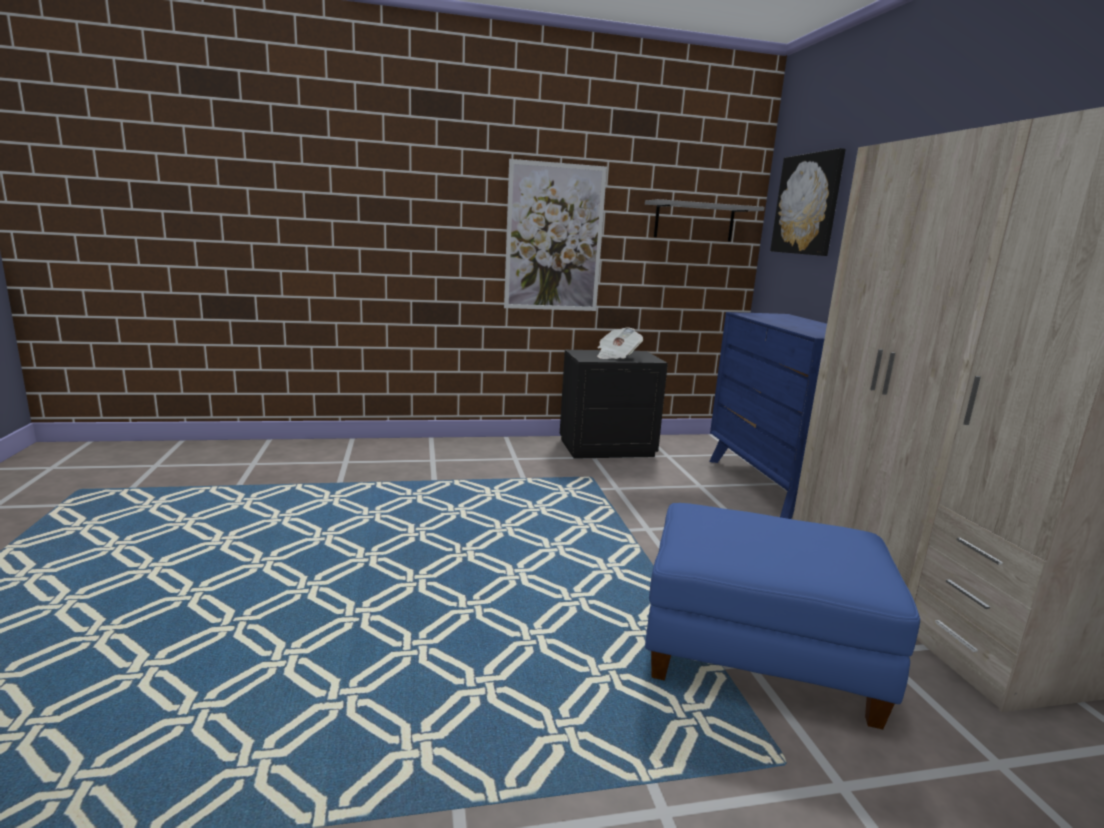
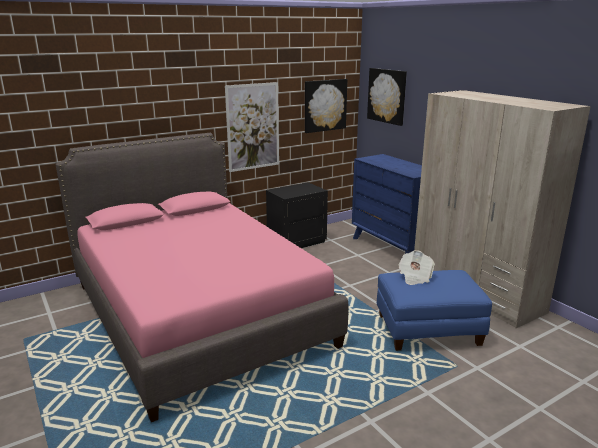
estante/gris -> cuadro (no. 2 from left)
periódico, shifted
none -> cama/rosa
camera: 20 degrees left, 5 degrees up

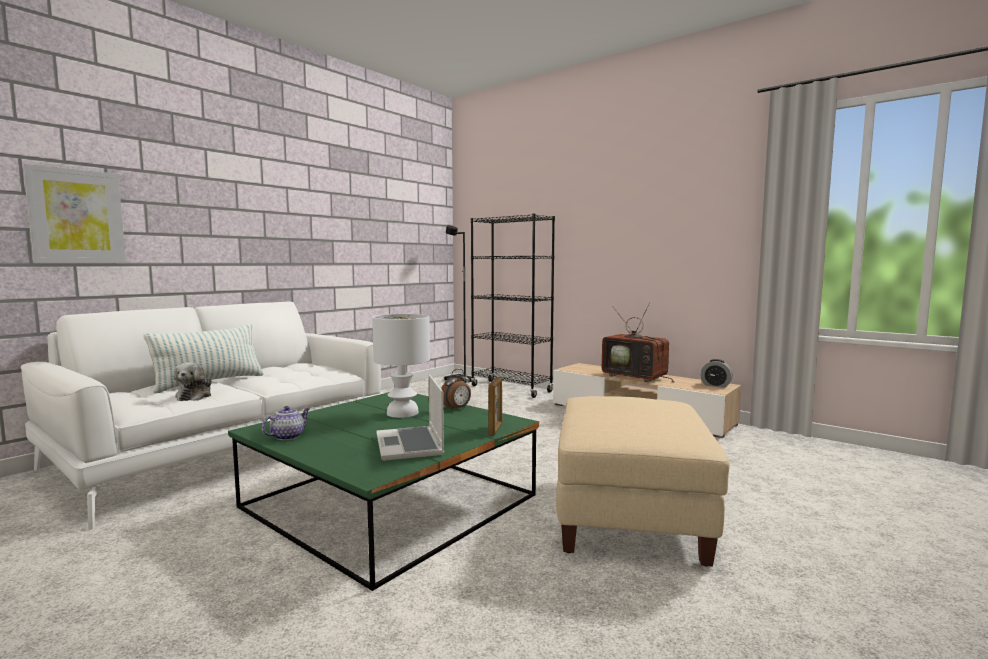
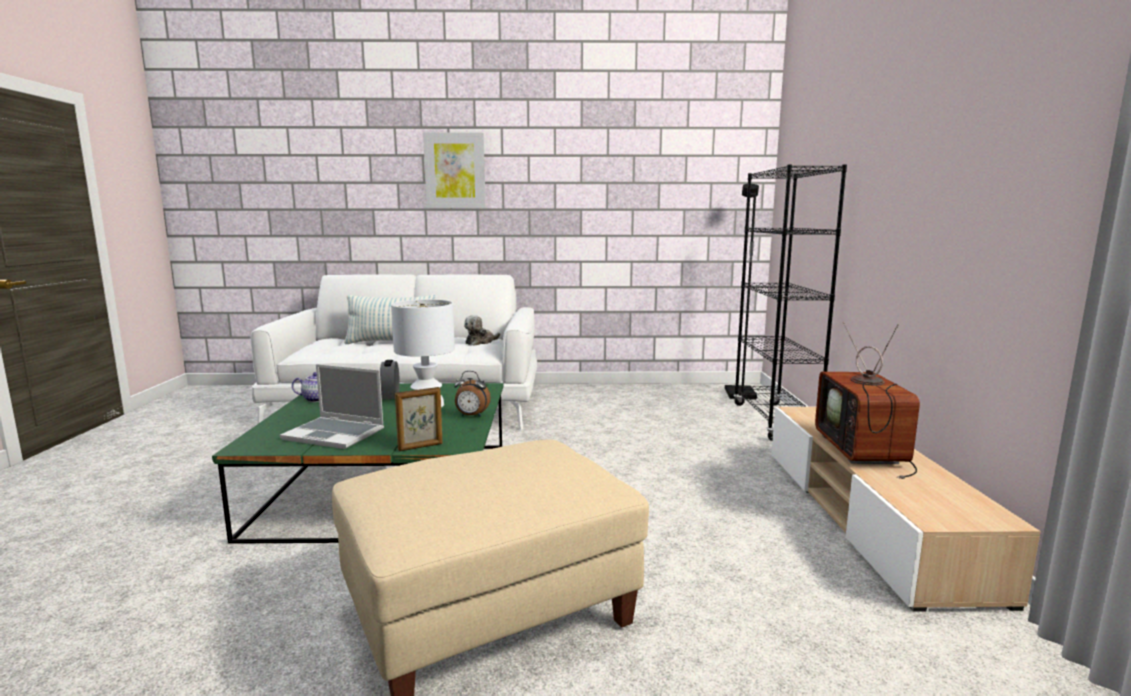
cuadro, shifted
despertador (no. 2 from left in the first image) -> despertador (no. 1 from left), shifted
peluche, shifted
portátil, 105 degrees counterclockwise
camera: 50 degrees right, 5 degrees up

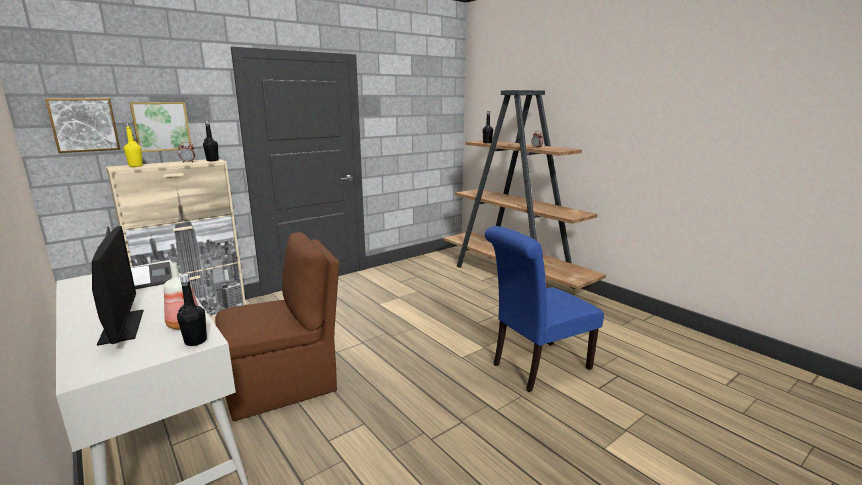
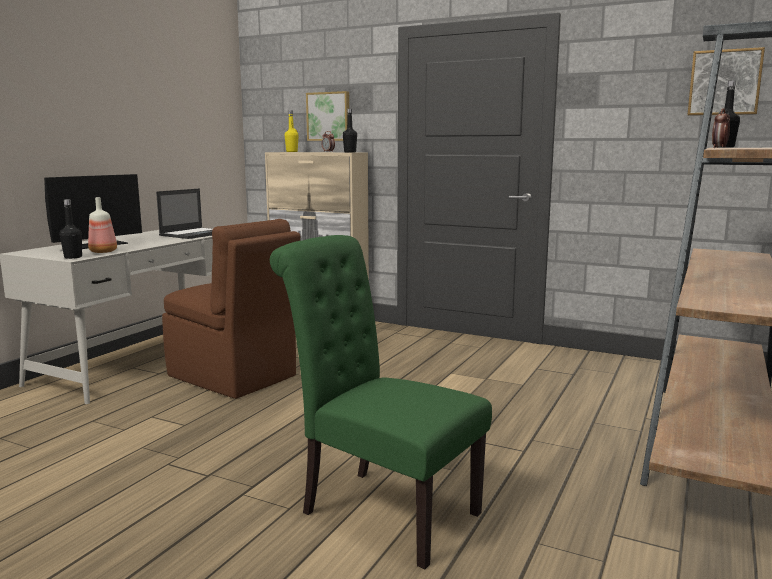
cuadro (no. 1 from left in the first image) -> cuadro (no. 2 from left), shifted
silla/azul -> silla/verde
camera: 65 degrees right, 5 degrees down

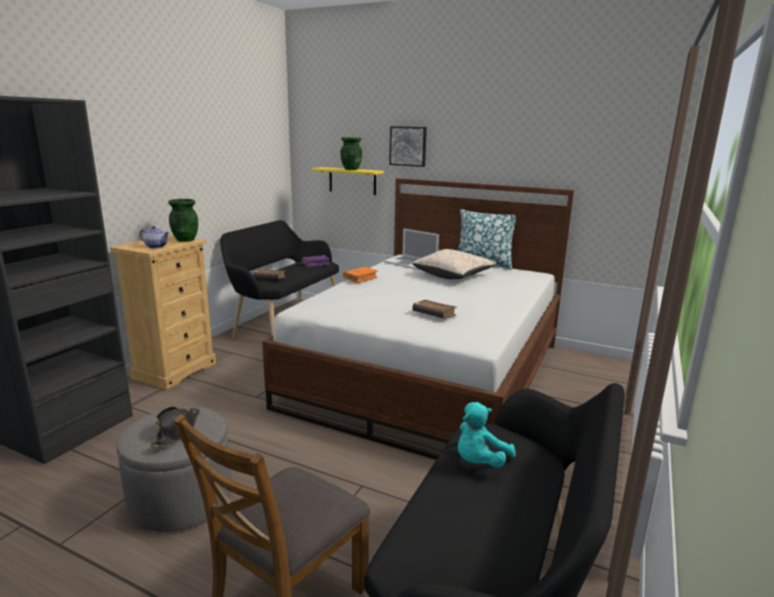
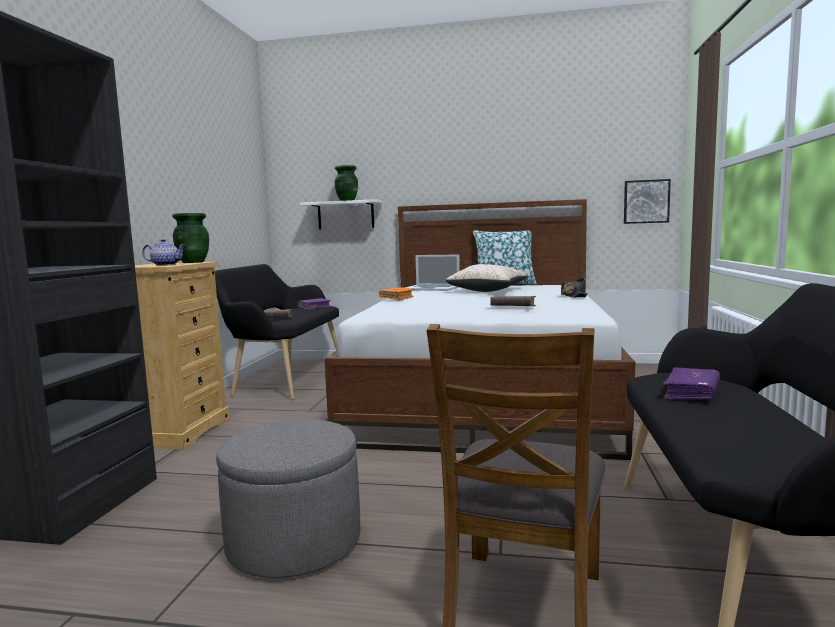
cuadro, shifted
estante/amarillo -> estante/blanco
peluche/turquesa -> libro/morado (no. 2 from left)
sombrero/negro, shifted
camera: 15 degrees left, 10 degrees down

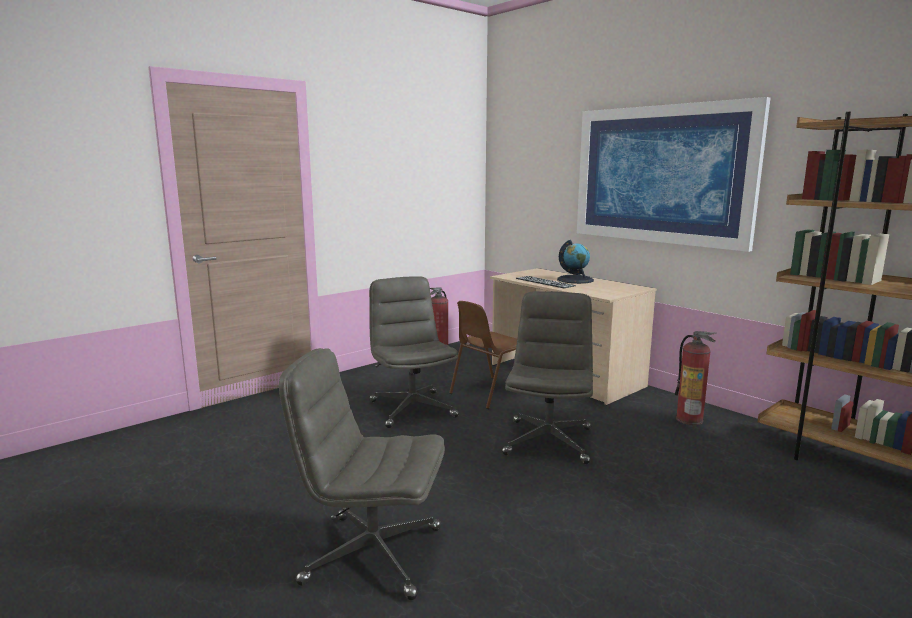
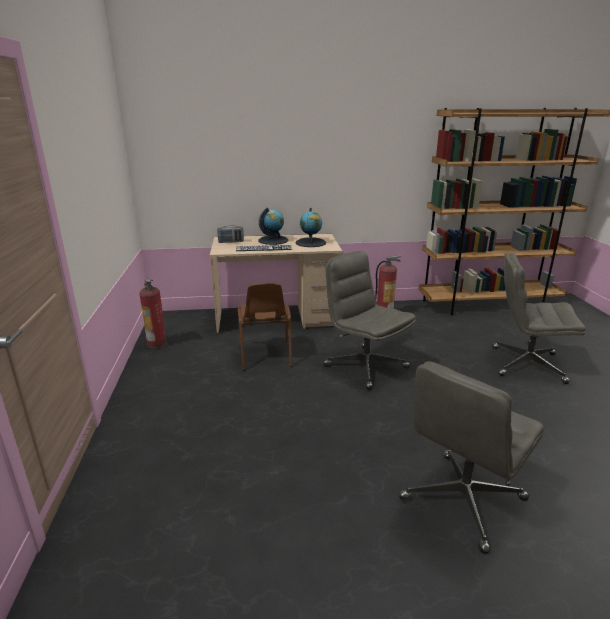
cuadro -> none
silla de oficina/gris (no. 2 from left in the first image) -> silla de oficina/gris (no. 3 from left), shifted
none -> globo terráqueo (no. 2 from left)
none -> radio
camera: 55 degrees left, 10 degrees up

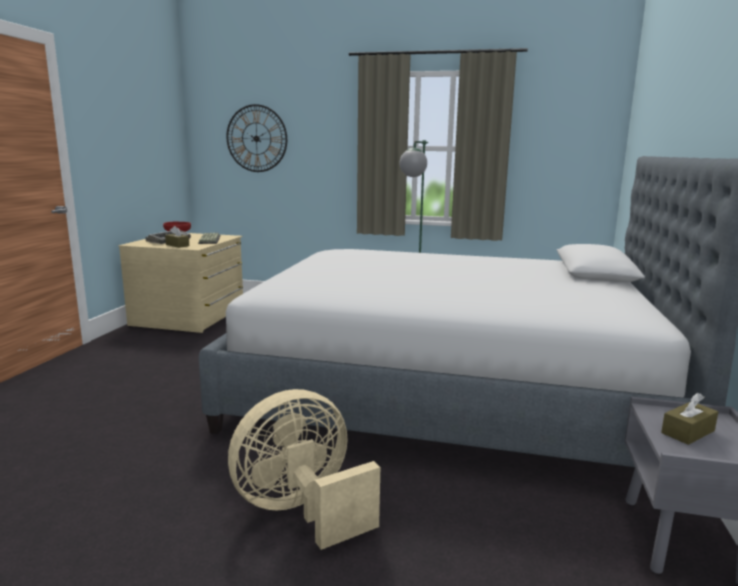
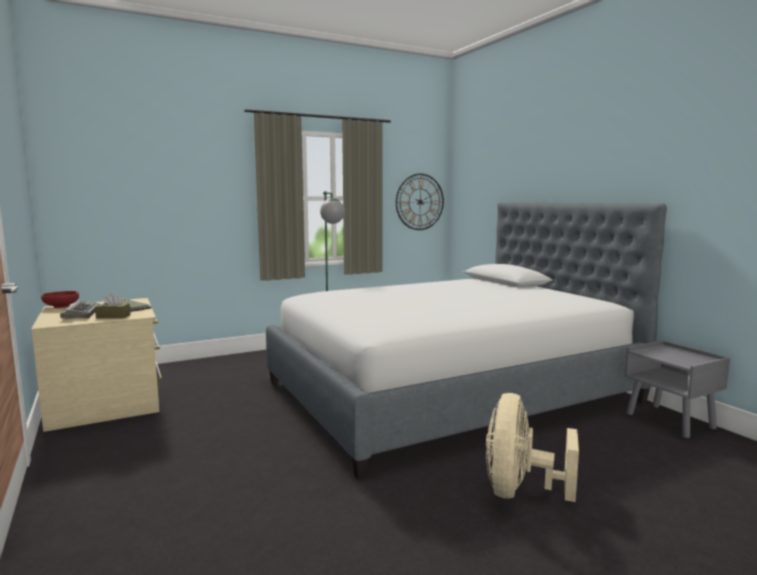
reloj de pared, shifted
caja de pañuelos/marrón (no. 2 from left) -> none
camera: 40 degrees left, 5 degrees down

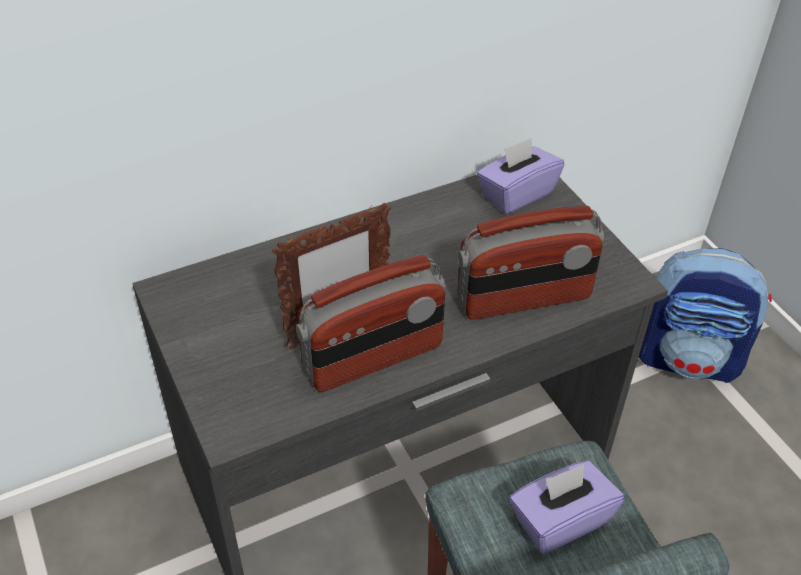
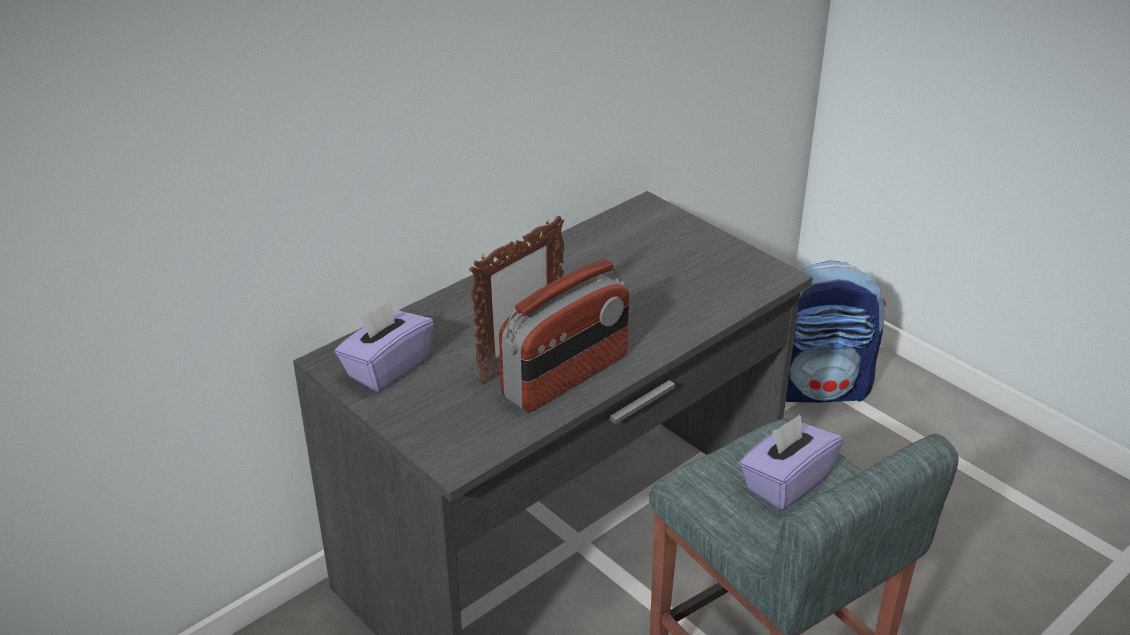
caja de pañuelos/morado (no. 1 from left), shifted
radio (no. 2 from left) -> none
camera: 15 degrees left, 10 degrees down

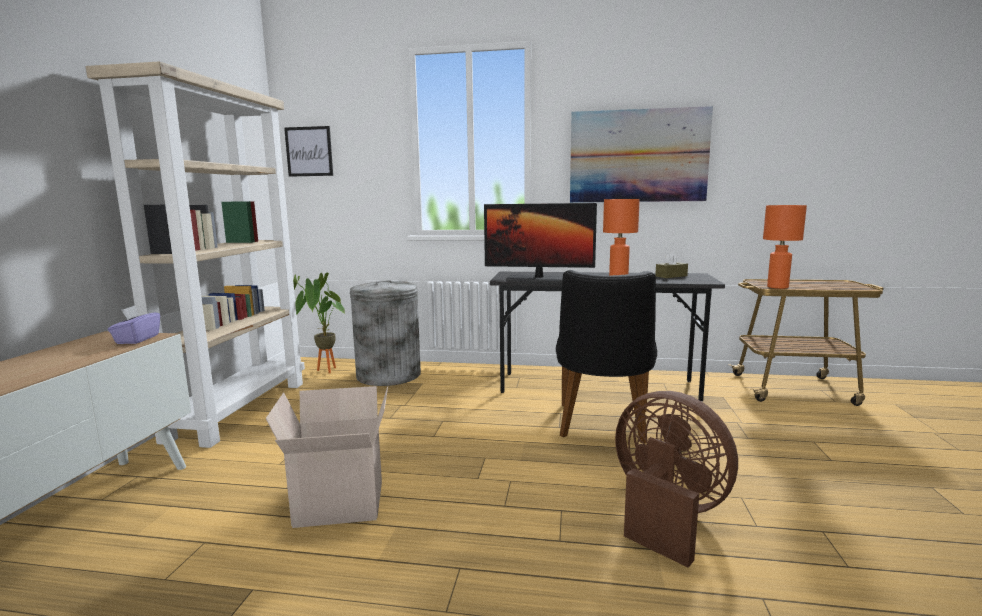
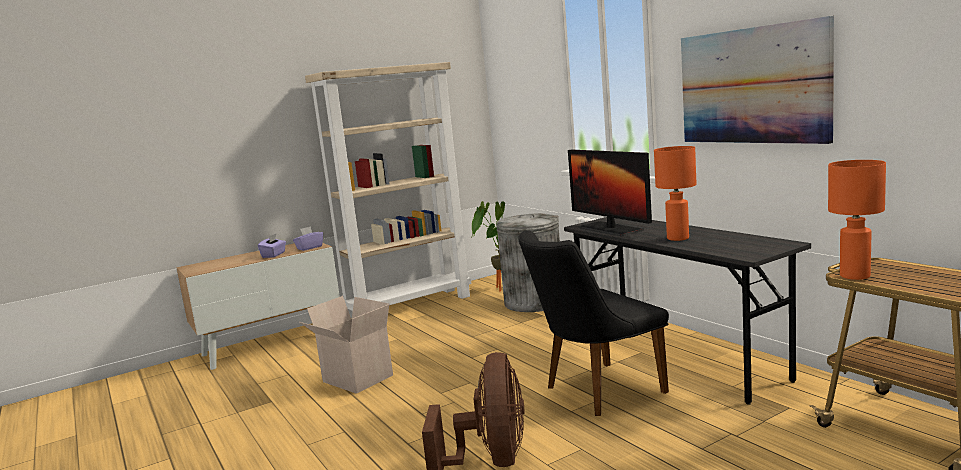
cuadro (no. 1 from left) -> none
caja de pañuelos/marrón -> none
none -> caja de pañuelos/morado (no. 1 from left)
camera: 50 degrees right, 0 degrees up

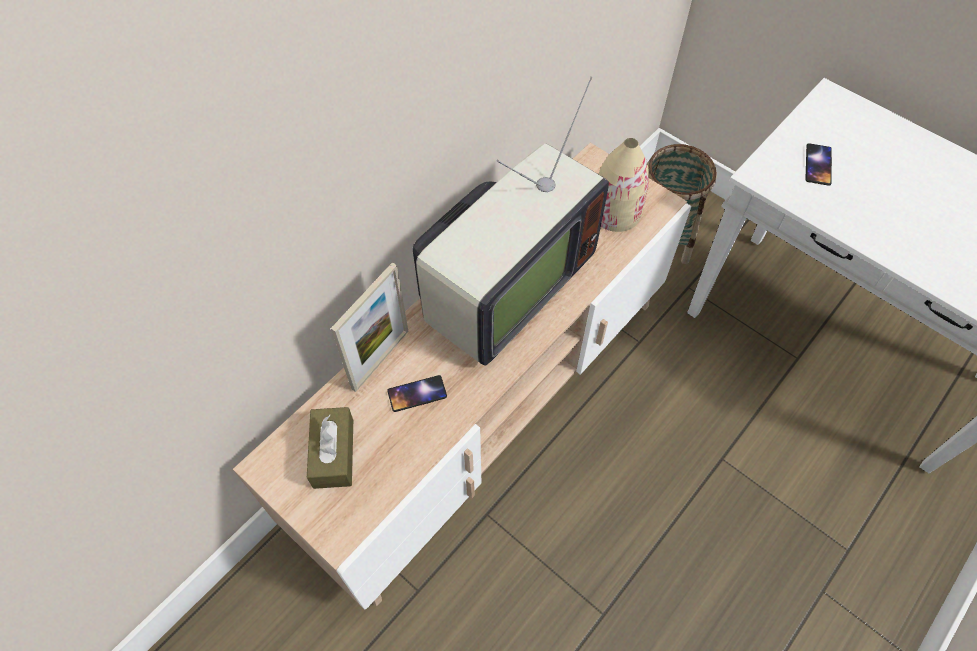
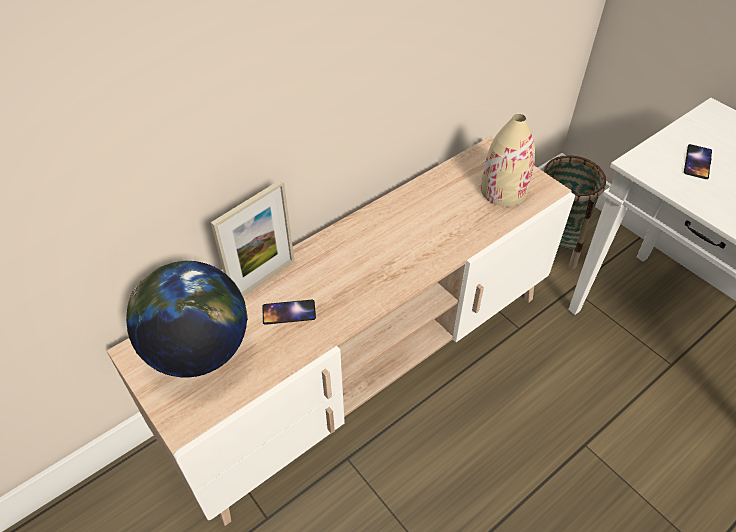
televisor -> none
caja de pañuelos/marrón -> globo terráqueo
camera: 10 degrees right, 10 degrees down

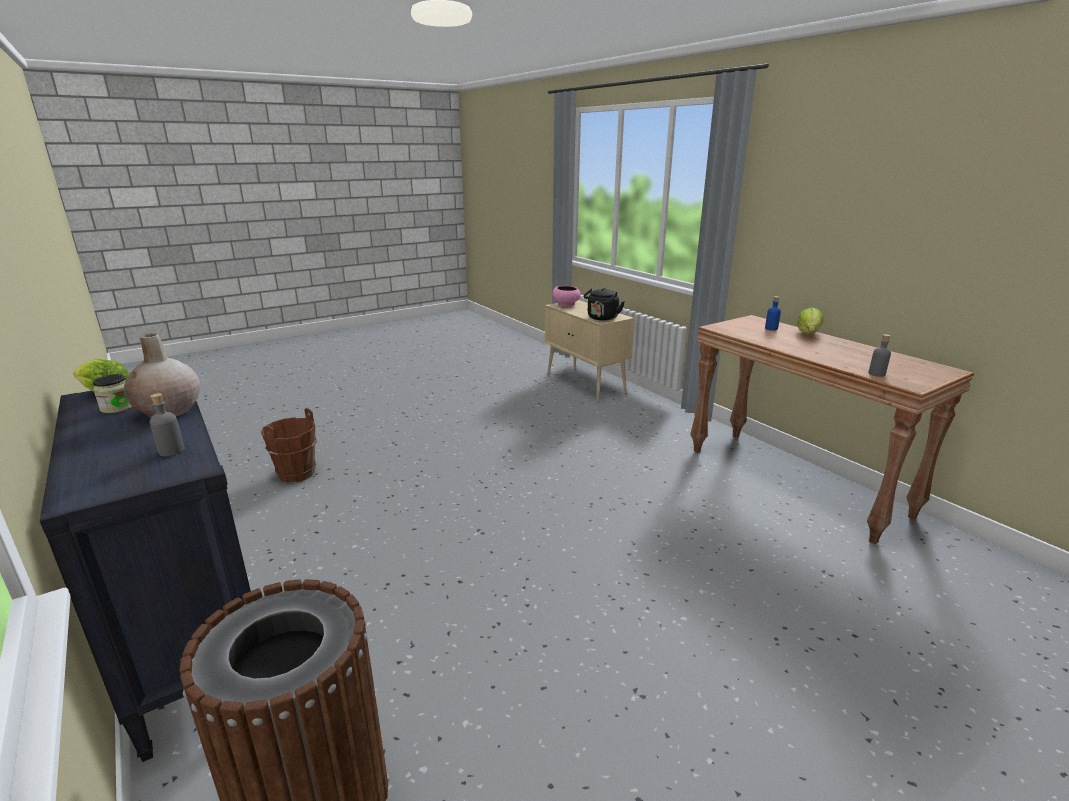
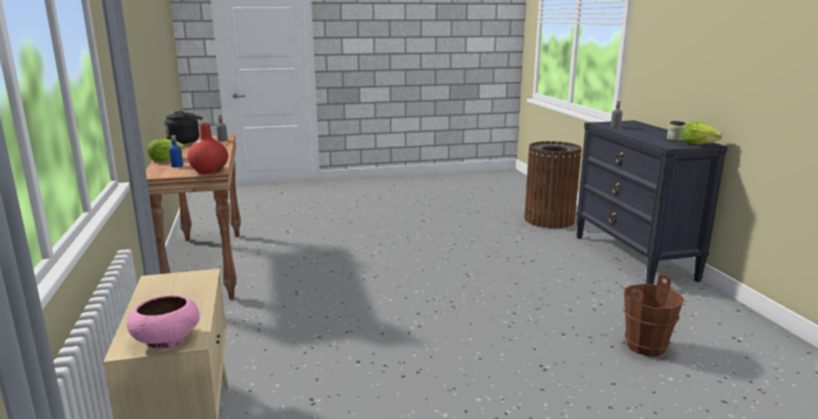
hervidor/negro, shifted
florero/beis -> none
none -> florero/rojo
camera: 160 degrees left, 5 degrees down

